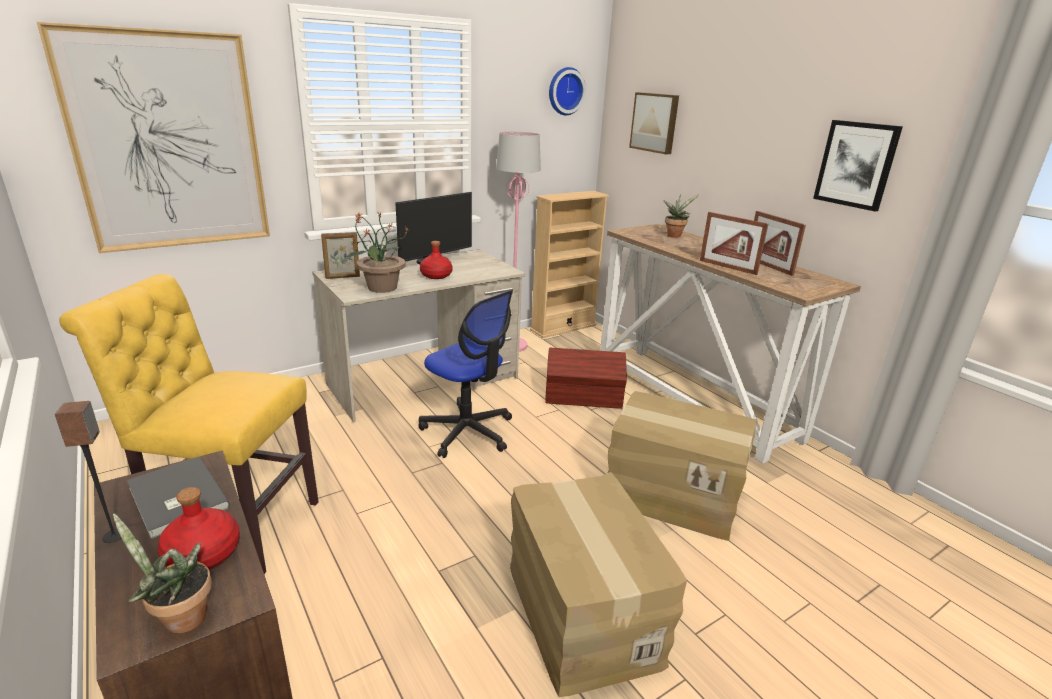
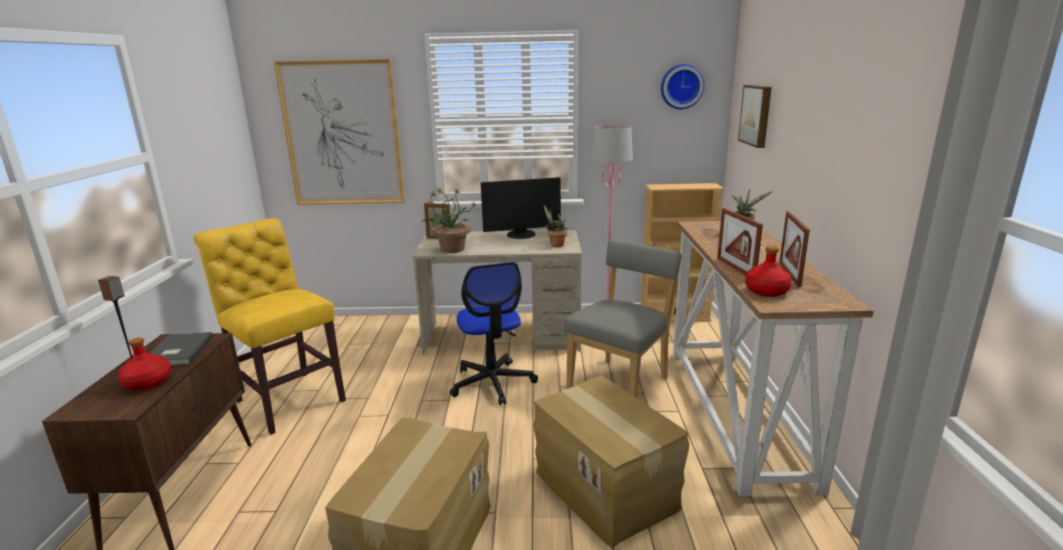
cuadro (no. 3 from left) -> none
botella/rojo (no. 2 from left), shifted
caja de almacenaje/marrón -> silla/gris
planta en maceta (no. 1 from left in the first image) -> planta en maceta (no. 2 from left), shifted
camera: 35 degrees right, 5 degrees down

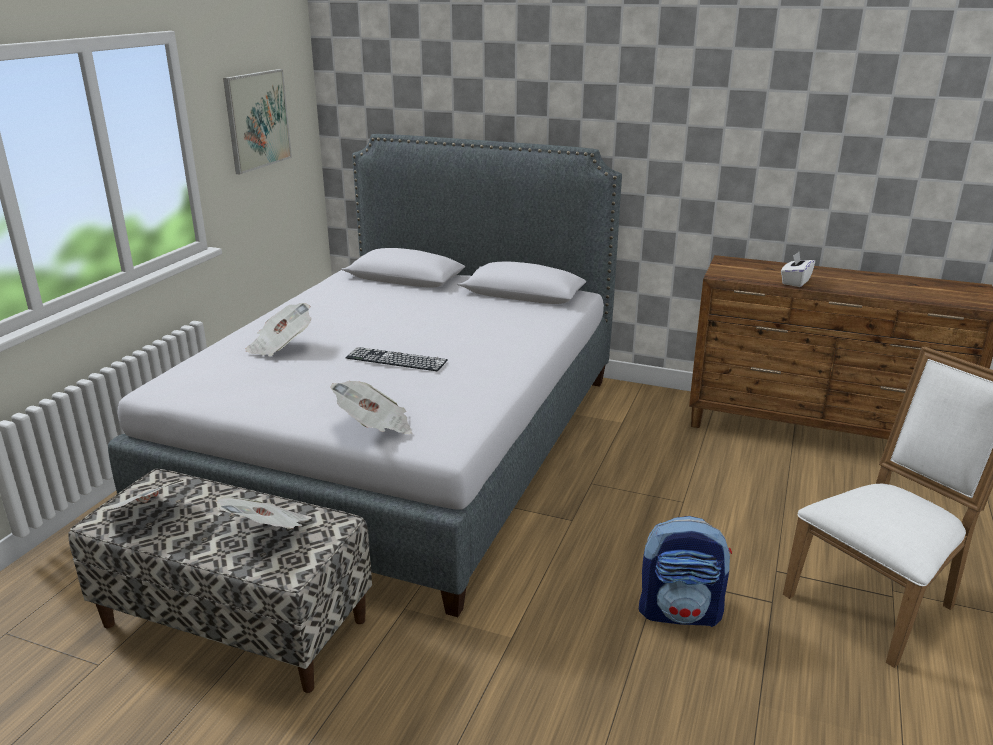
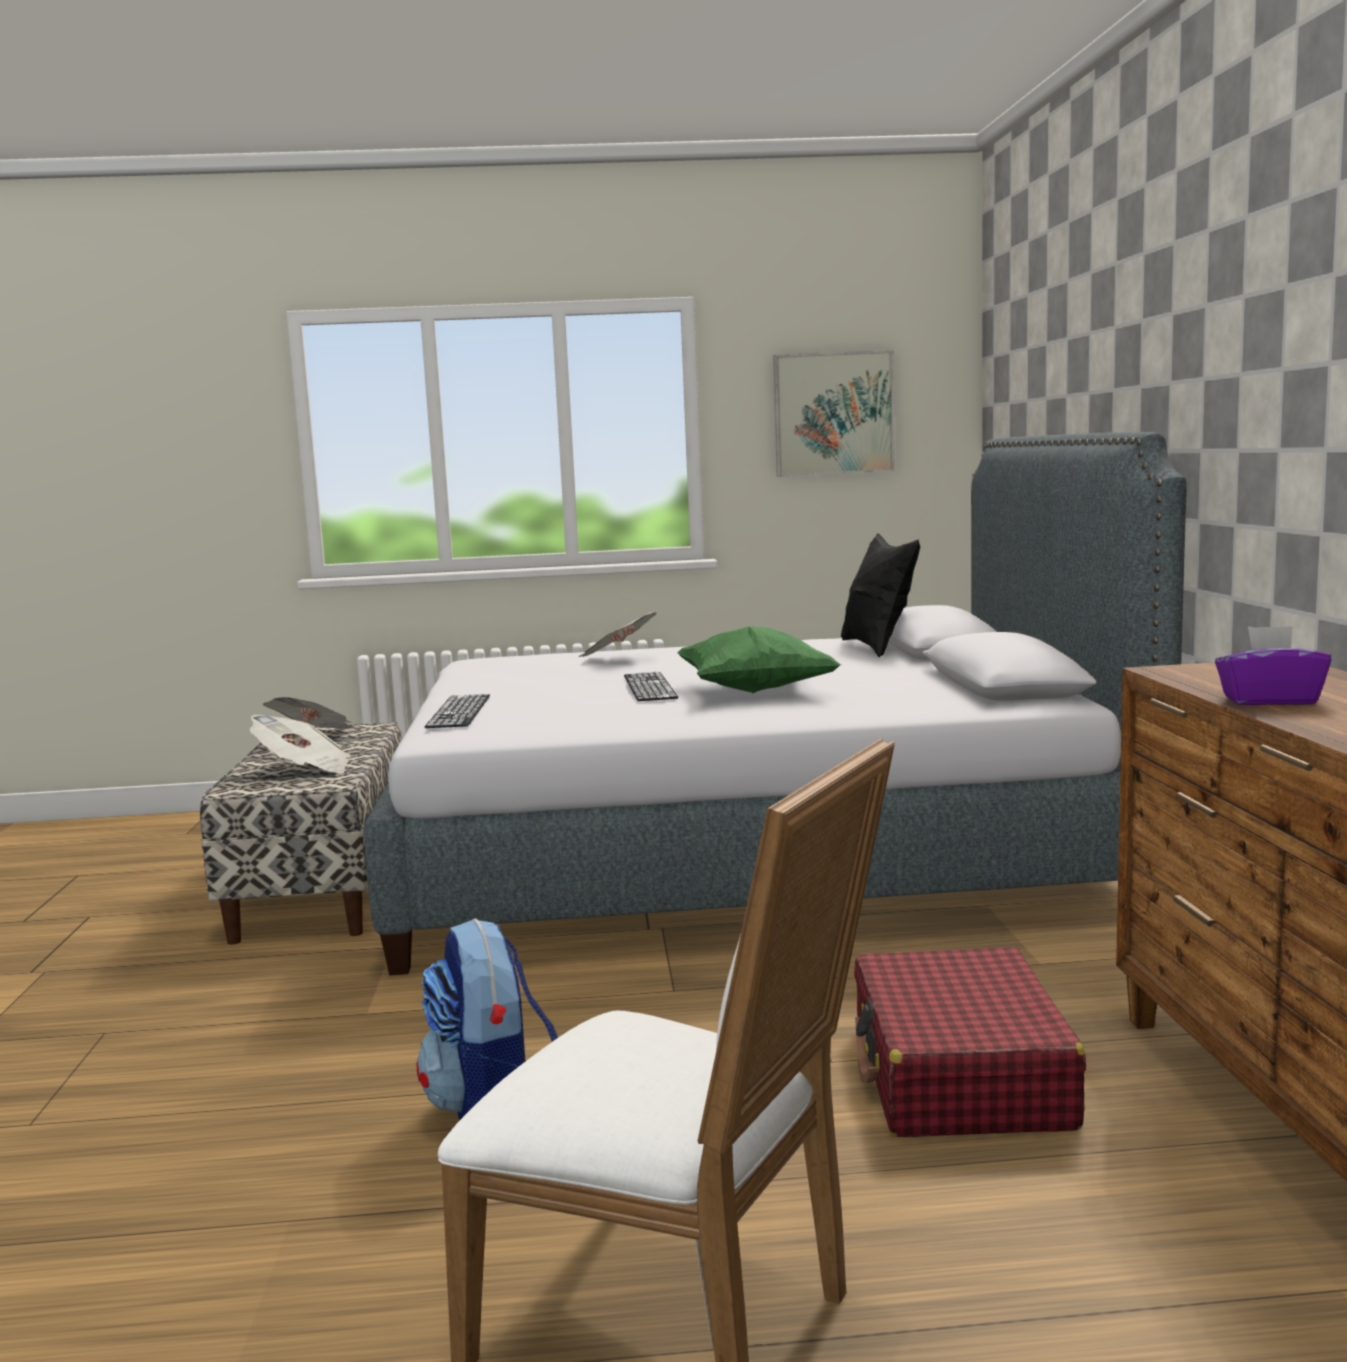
caja de pañuelos/blanco -> caja de pañuelos/morado
periódico (no. 4 from left) -> teclado (no. 1 from left)
none -> cojín/negro
none -> cojín/verde
none -> maleta/rojo
camera: 65 degrees right, 15 degrees down

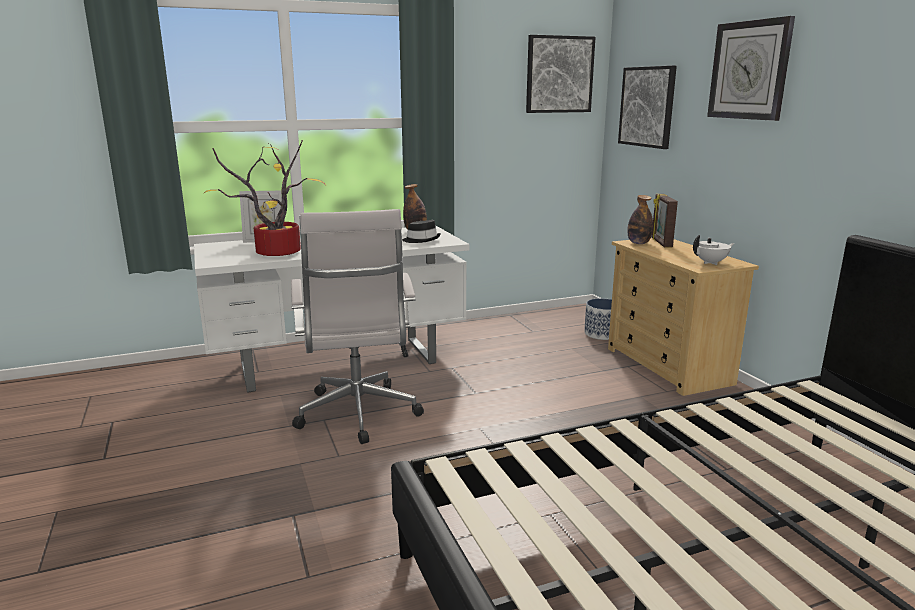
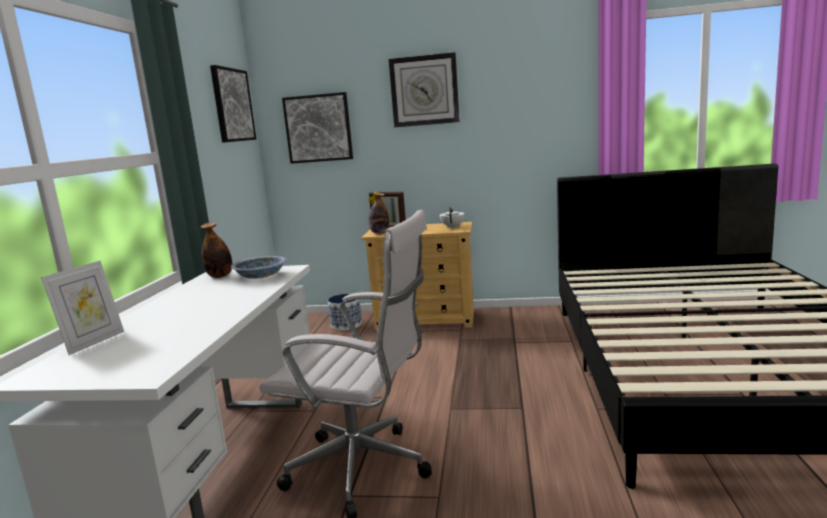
planta en maceta -> none
sombrero/negro -> cuenco
camera: 60 degrees left, 5 degrees down

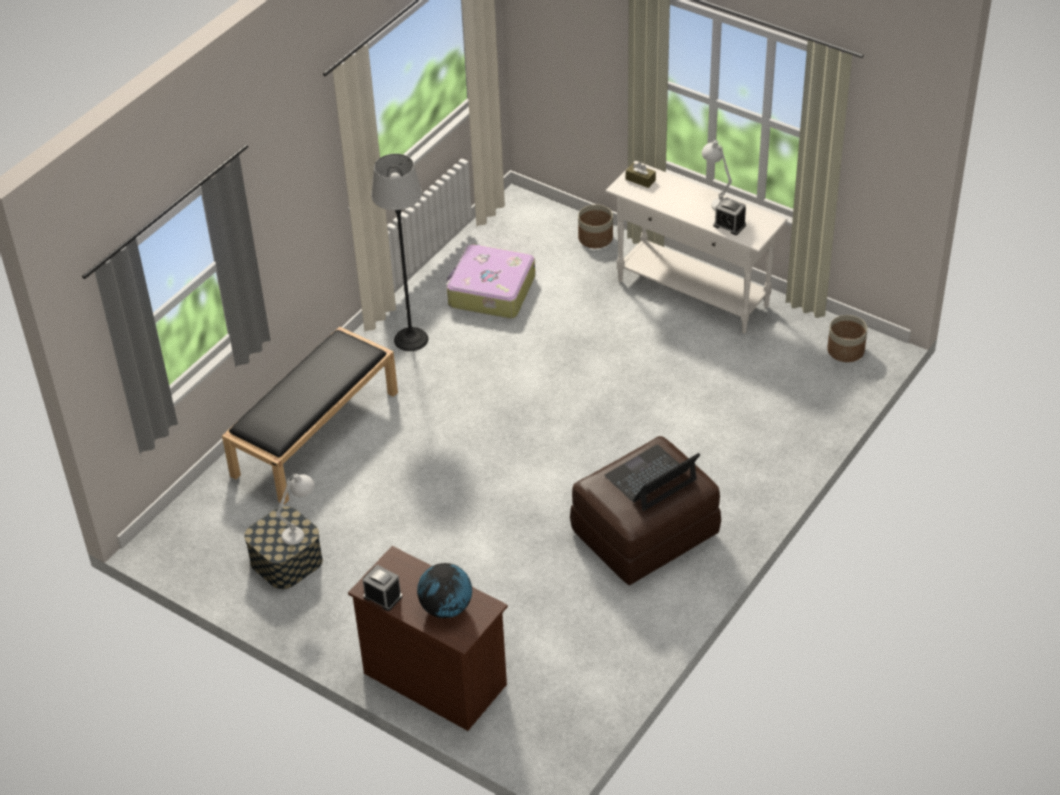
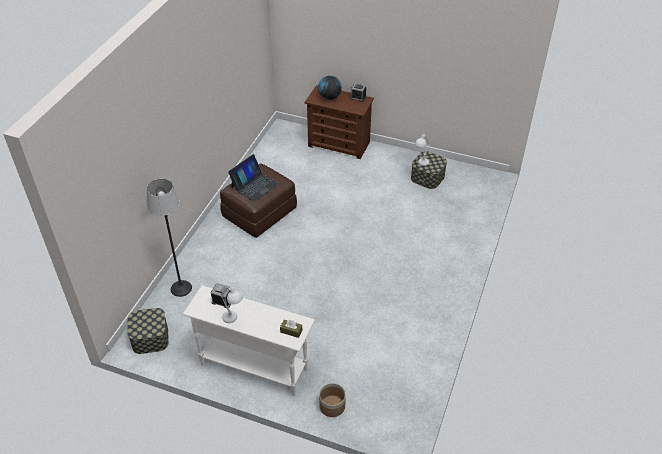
lámpara de pie, shifted
maleta -> none
maceta (no. 2 from left) -> caja de almacenaje (no. 1 from left)
banco/negro -> none
camera: 165 degrees right, 0 degrees up

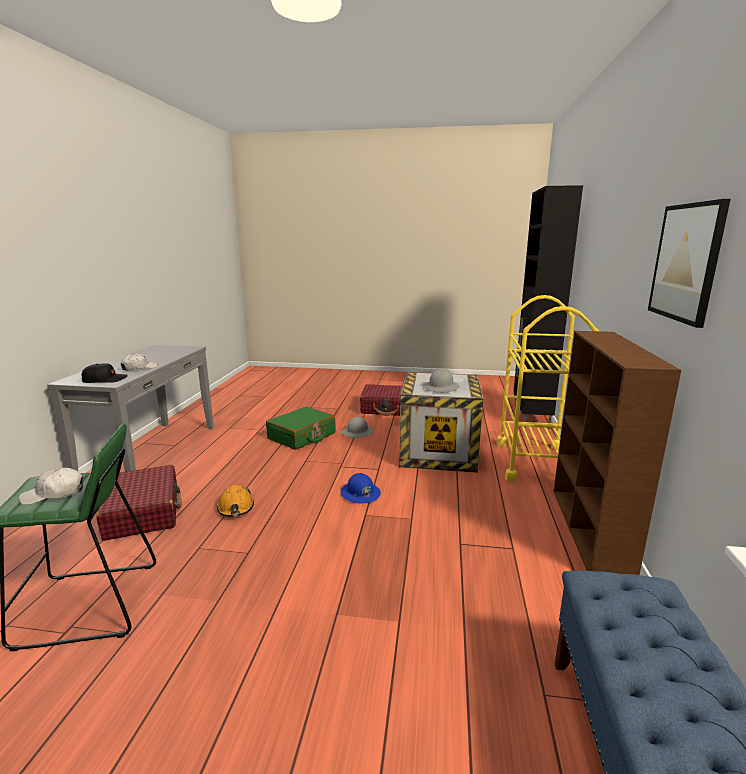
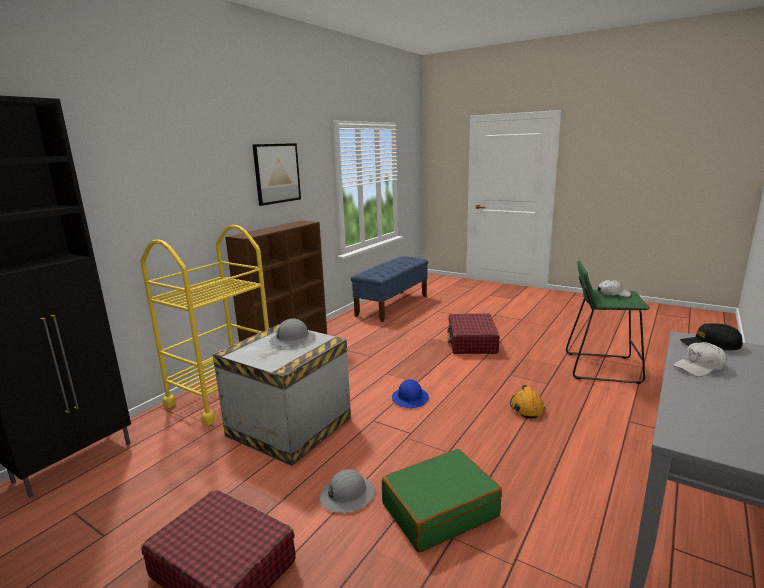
maleta/rojo (no. 1 from left in the first image) -> maleta/rojo (no. 2 from left), shifted
camera: 155 degrees left, 0 degrees up

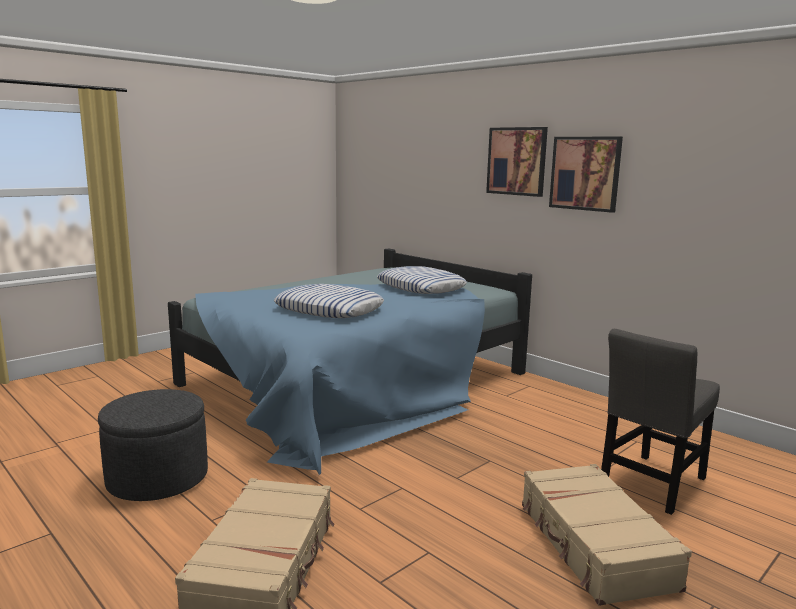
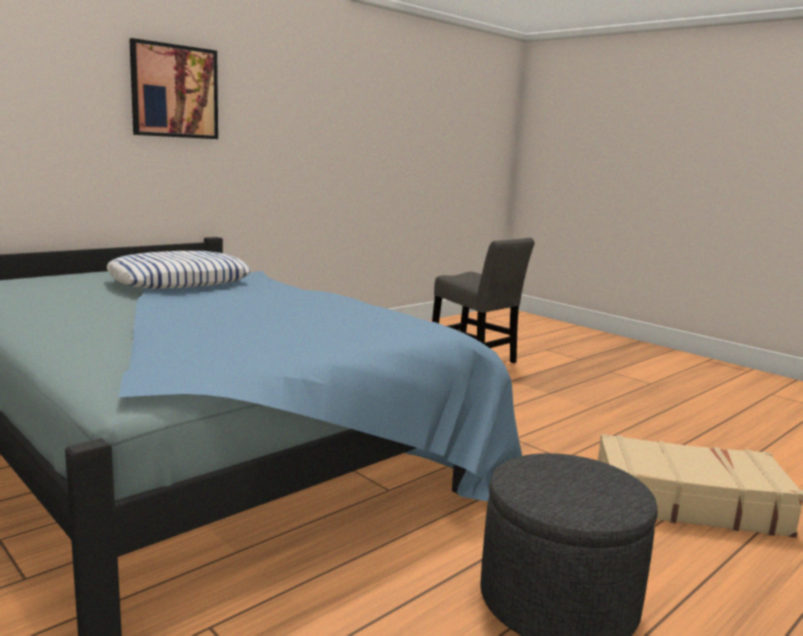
cuadro (no. 2 from left) -> none
cojín (no. 1 from left) -> none
maleta/beis (no. 2 from left) -> none
camera: 90 degrees left, 0 degrees up

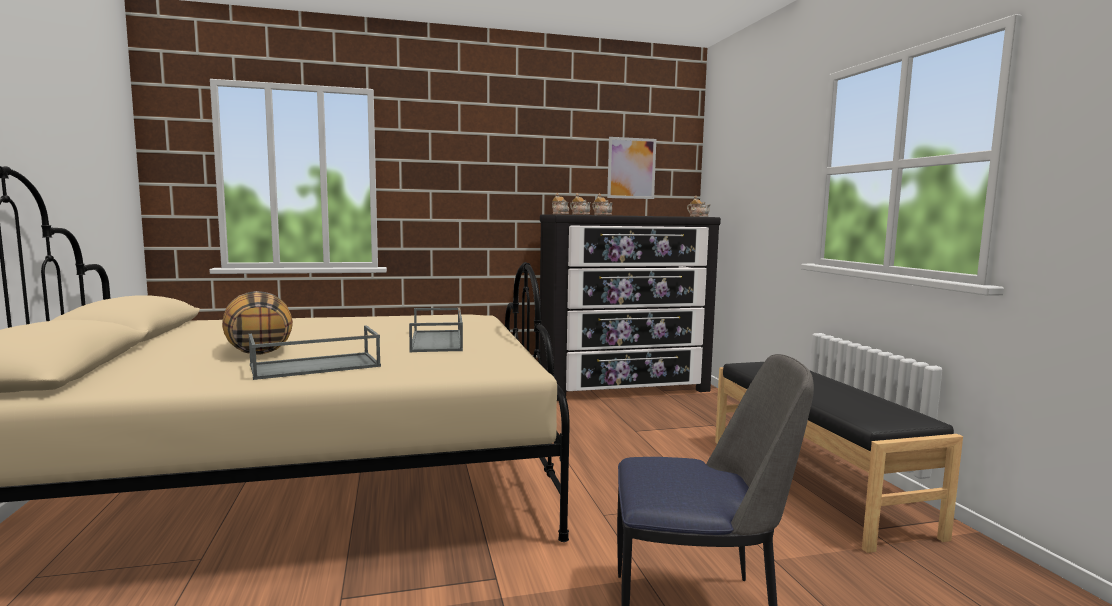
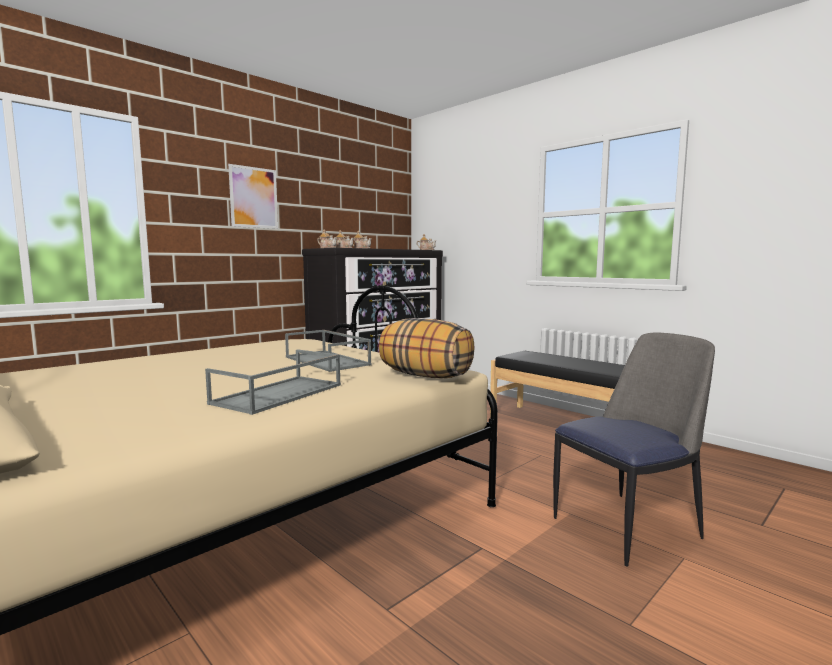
cuadro, shifted
cojín, shifted
camera: 30 degrees left, 0 degrees up

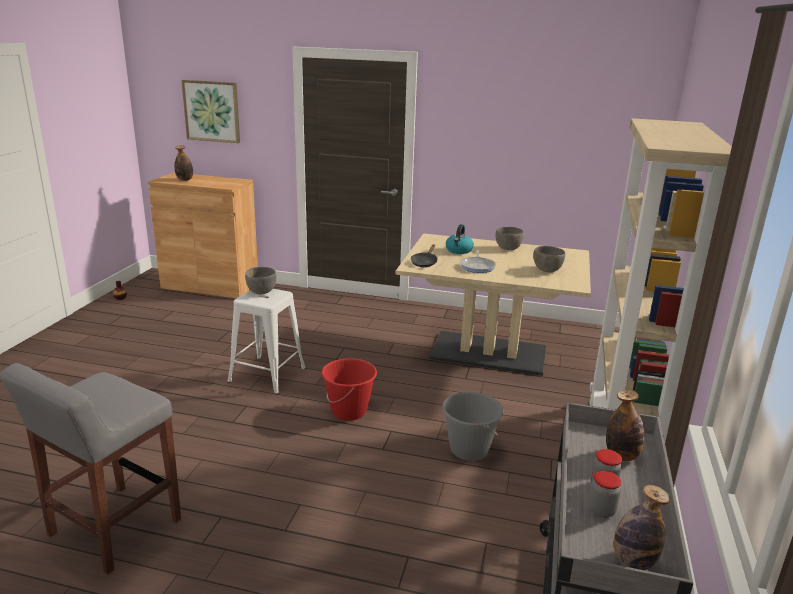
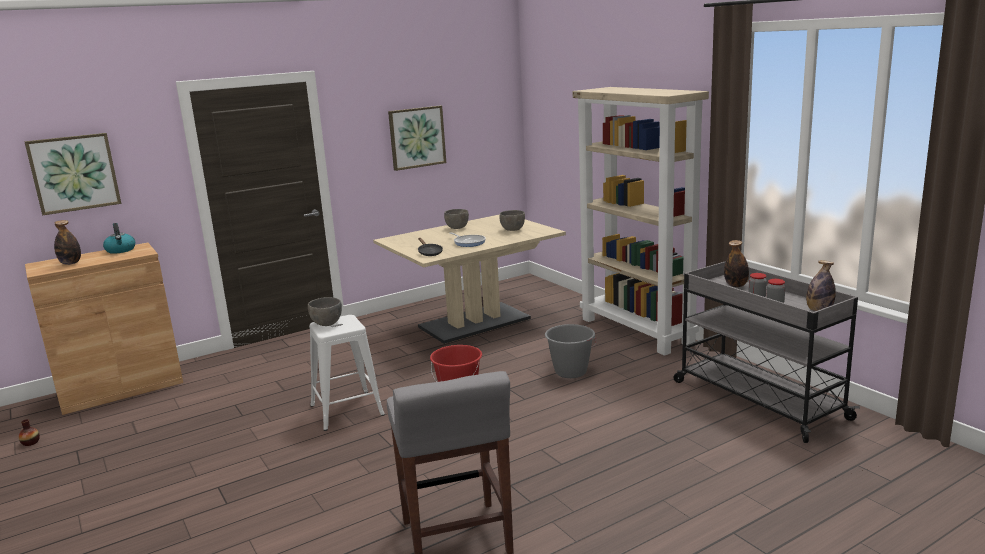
hervidor, shifted
none -> cuadro (no. 2 from left)
camera: 45 degrees left, 5 degrees down

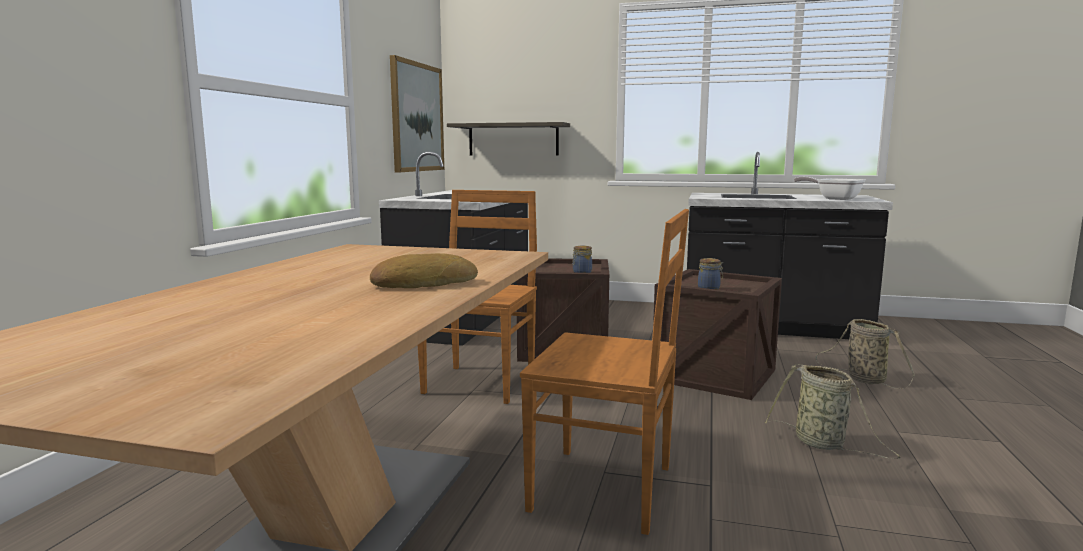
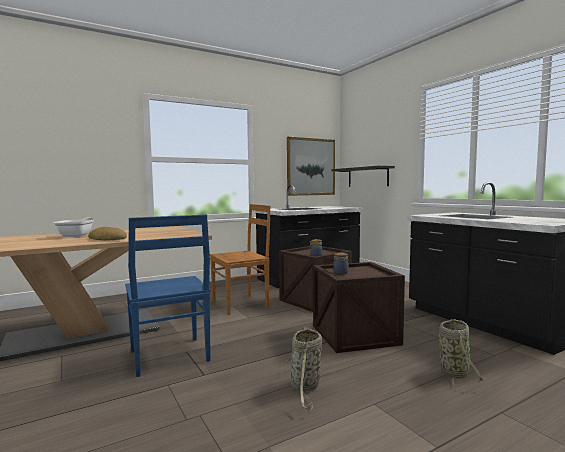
sartén, shifted
silla/marrón (no. 2 from left) -> silla/azul
camera: 45 degrees right, 5 degrees down

